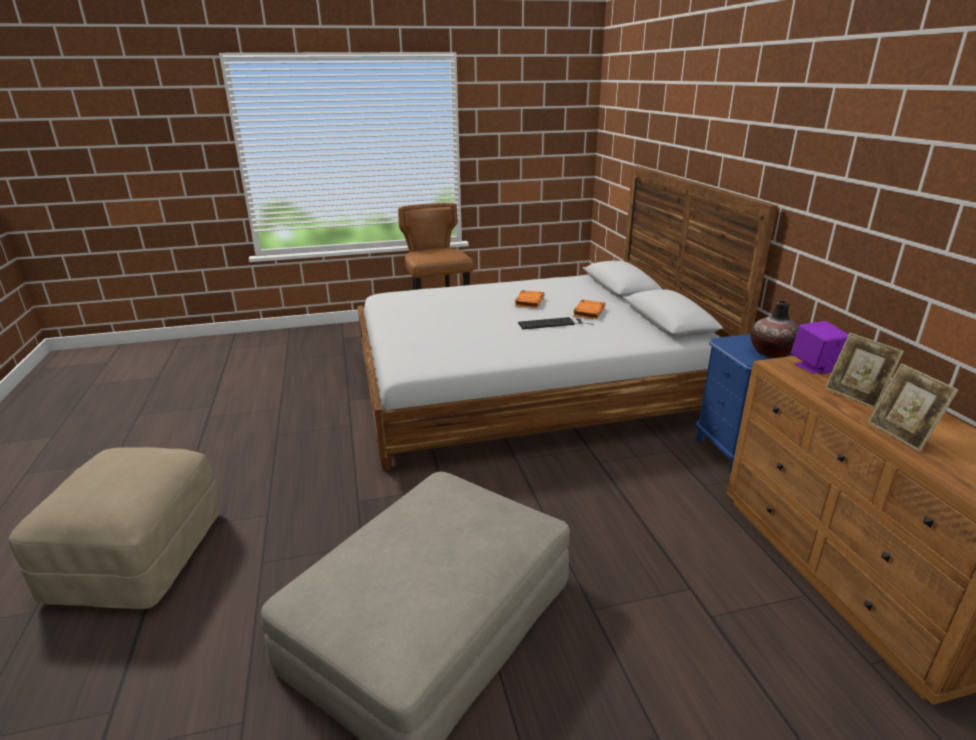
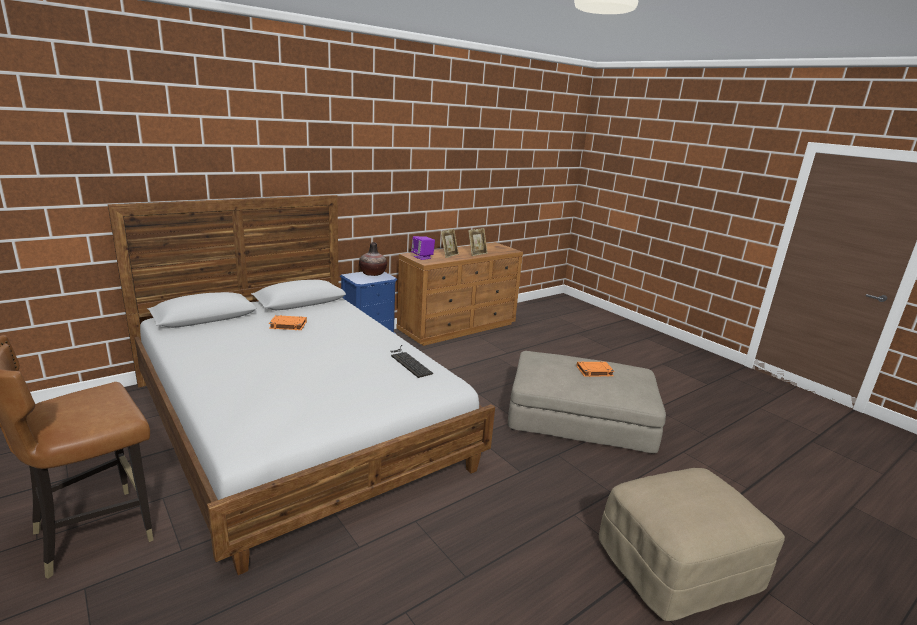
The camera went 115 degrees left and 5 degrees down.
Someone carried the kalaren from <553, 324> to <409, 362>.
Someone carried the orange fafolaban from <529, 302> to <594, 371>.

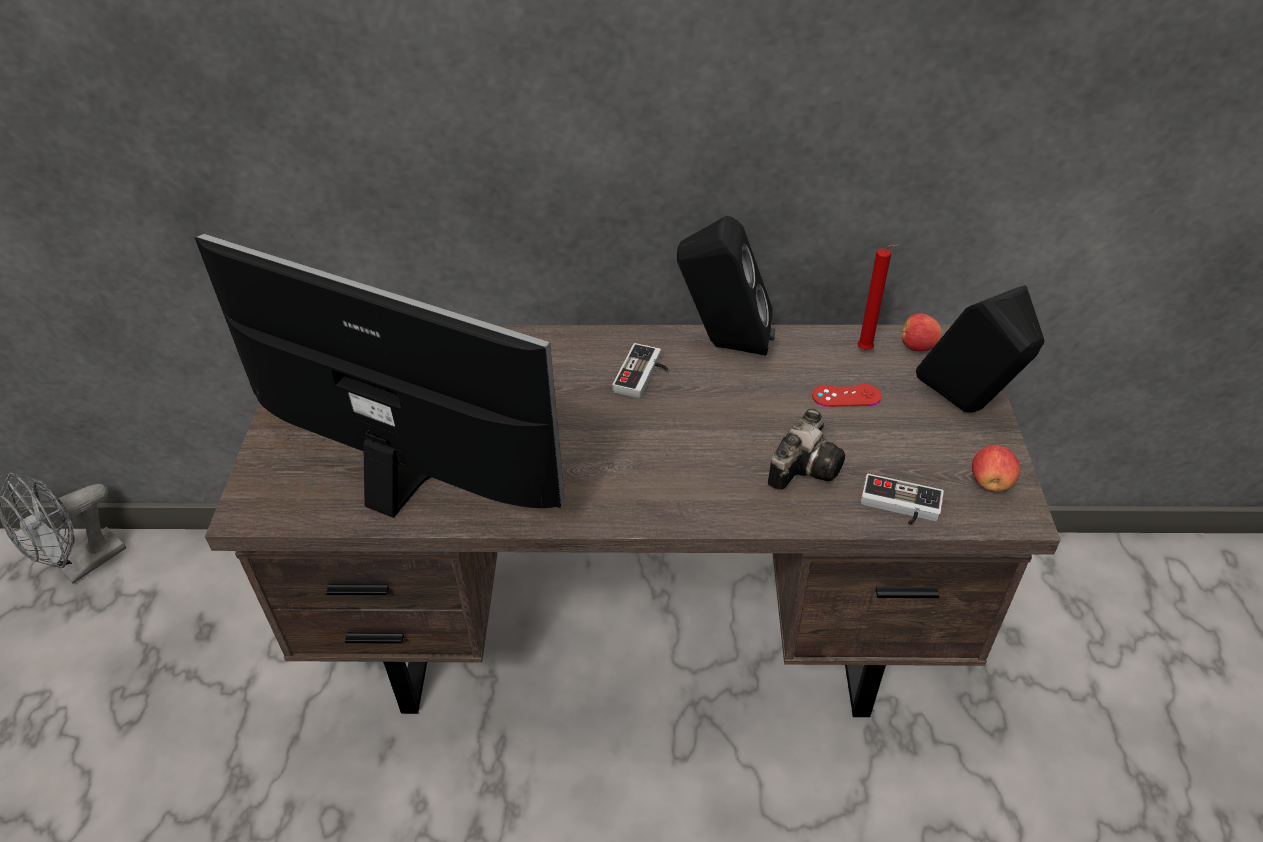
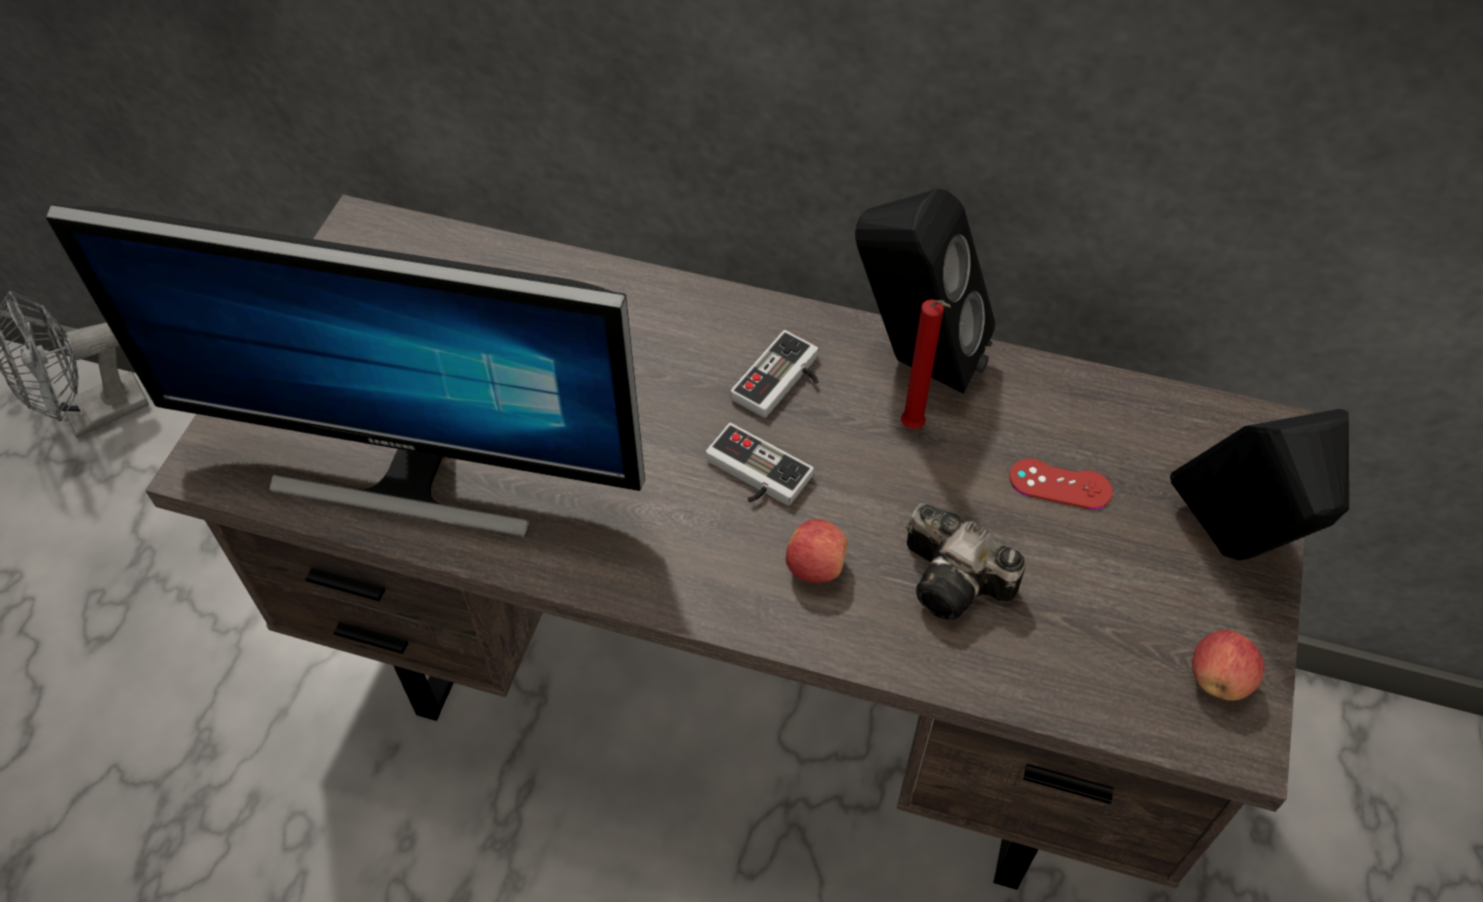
The camera went 15 degrees right and 10 degrees up.
Someone rotated the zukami at <405, 482> by 150 degrees clockwise.
Someone carried the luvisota from <899, 507> to <753, 475>.
Someone carried the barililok from <917, 346> to <814, 566>.
Someone carried the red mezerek from <867, 351> to <914, 428>.
Someone rotated the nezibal at <805, 465> by 75 degrees clockwise.

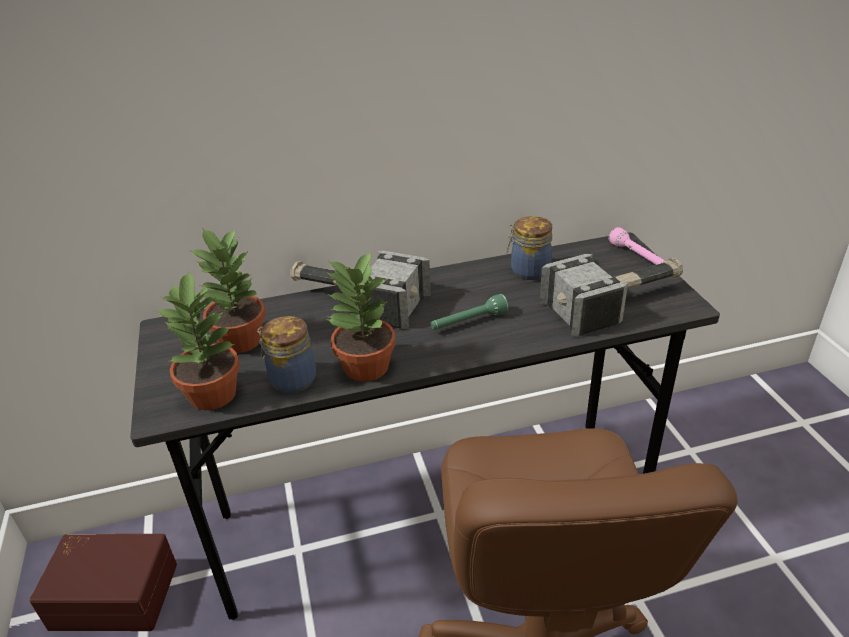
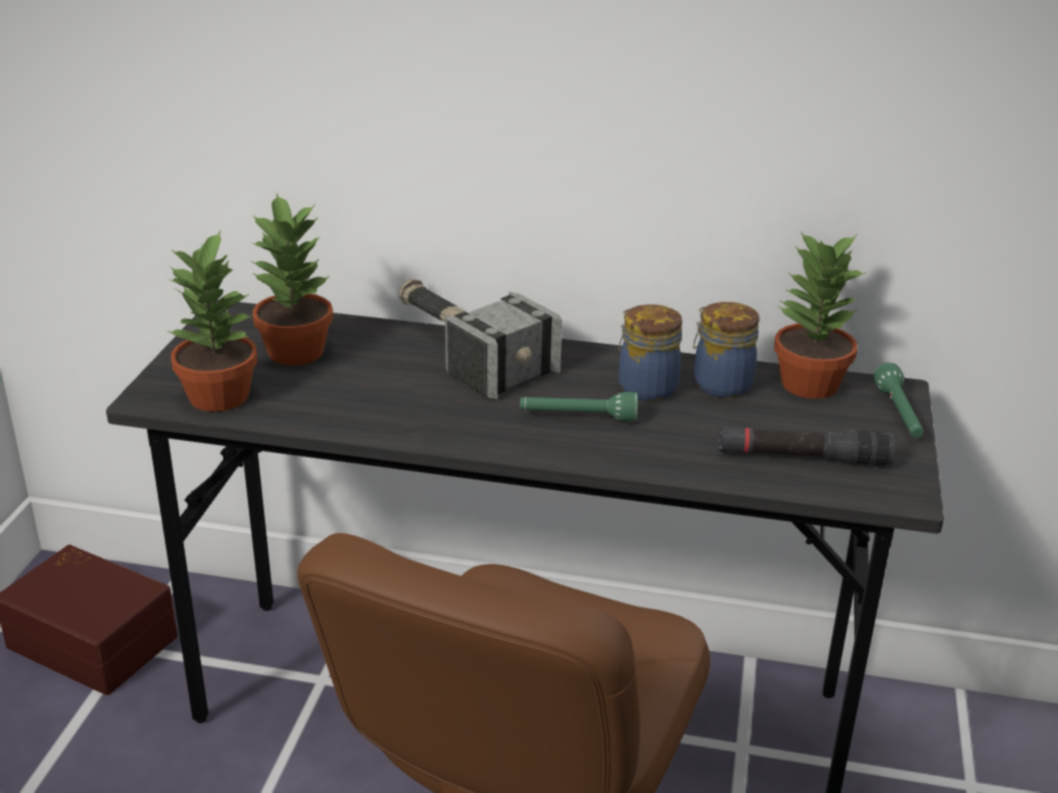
The camera went 25 degrees right and 5 degrees down.
Someone carried the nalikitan from <291, 379> to <645, 387>.
Someone swapped the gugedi at <616, 302> for the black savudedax at <802, 458>.
Someone carried the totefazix from <365, 367> to <807, 384>.
Someone repainted the pink savudedax at <638, 257>, which became the green savudedax at <899, 415>.

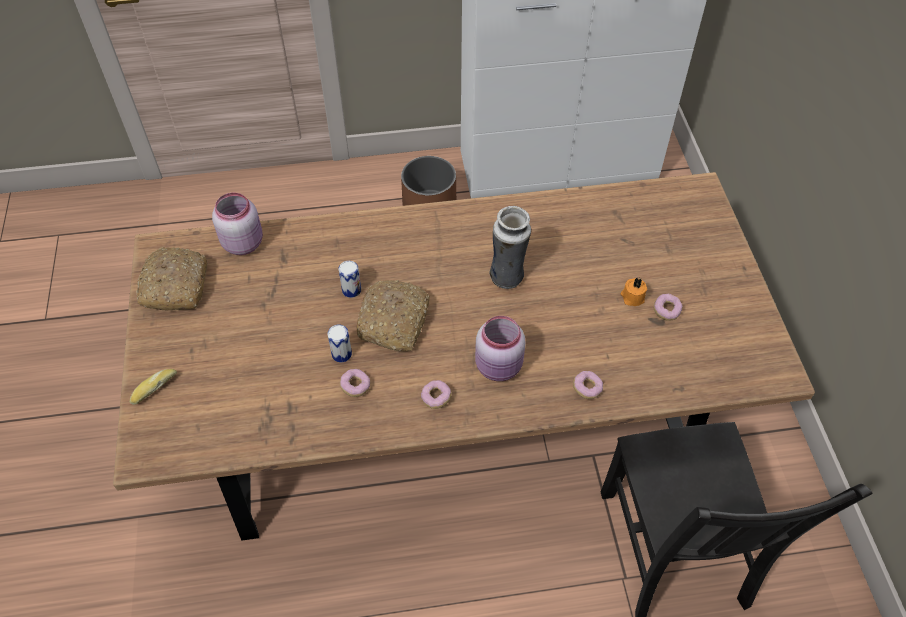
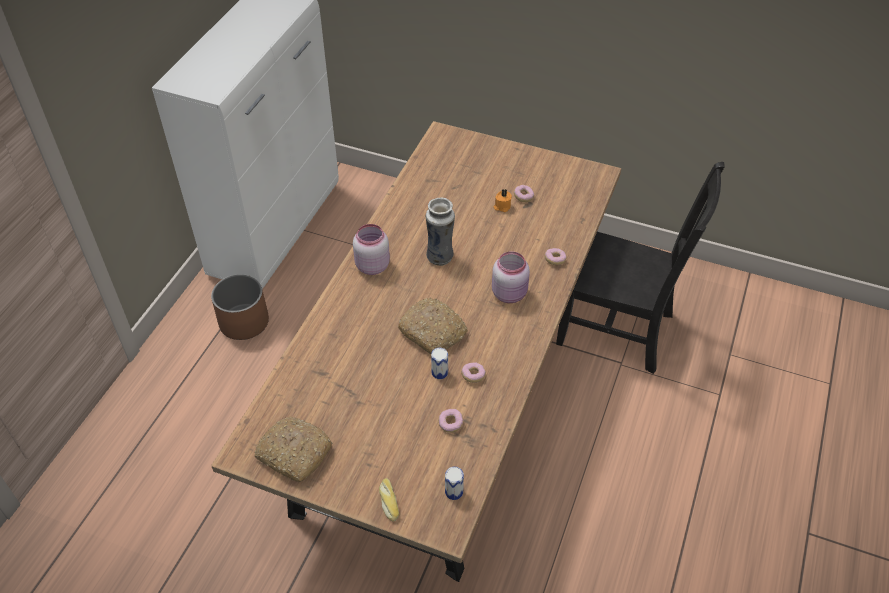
The camera went 60 degrees left and 5 degrees down.
Someone carried the pink nalikitan from <243, 242> to <371, 265>.
Someone carried the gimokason from <436, 398> to <450, 423>.
Someone carried the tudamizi from <351, 290> to <454, 492>.

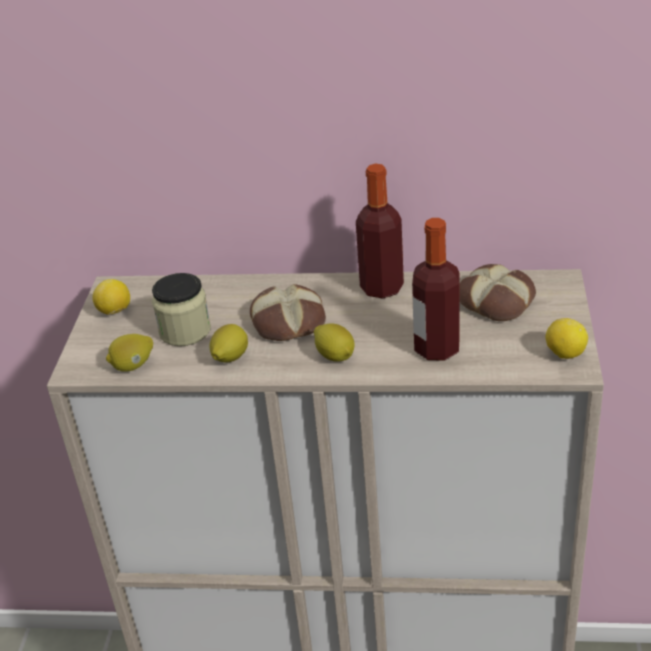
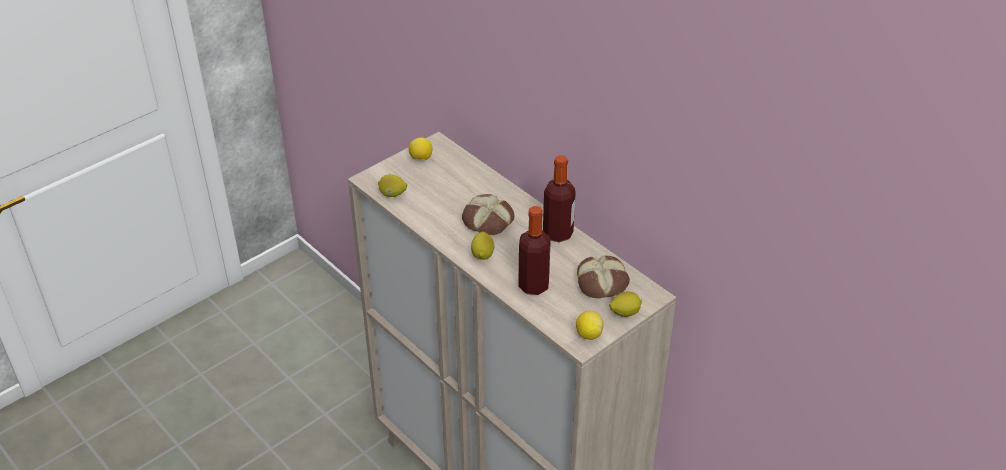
The camera went 40 degrees right and 5 degrees up.
Someone carried the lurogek from <230, 358> to <624, 313>.
Someone took away the nalikitan at <185, 331>.

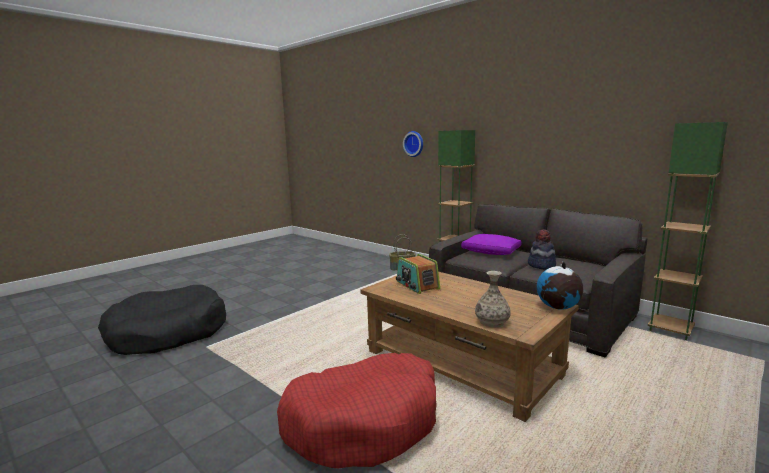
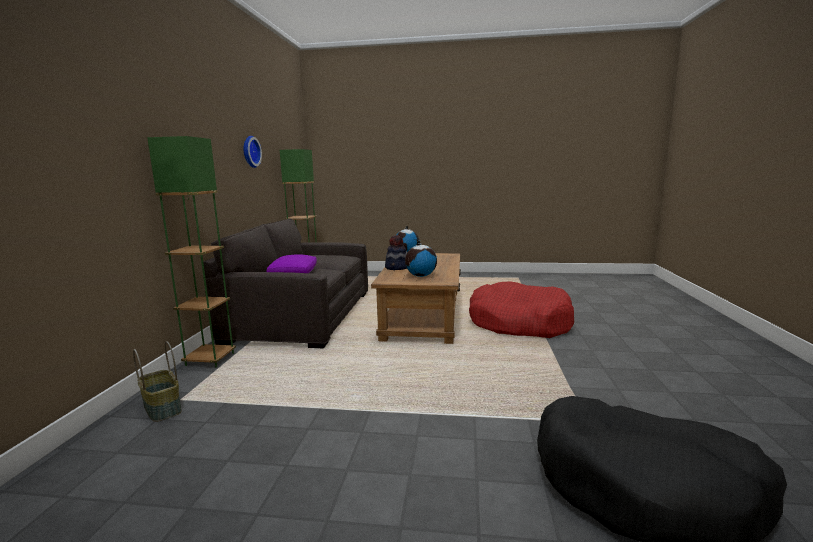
The camera went 125 degrees left and 0 degrees up.
Someone carried the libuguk from <414, 144> to <250, 151>.
Someone carried the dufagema from <541, 265> to <397, 268>.
Someone swapped the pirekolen at <417, 285> for the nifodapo at <420, 276>.
Someone took away the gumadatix at <491, 322>.

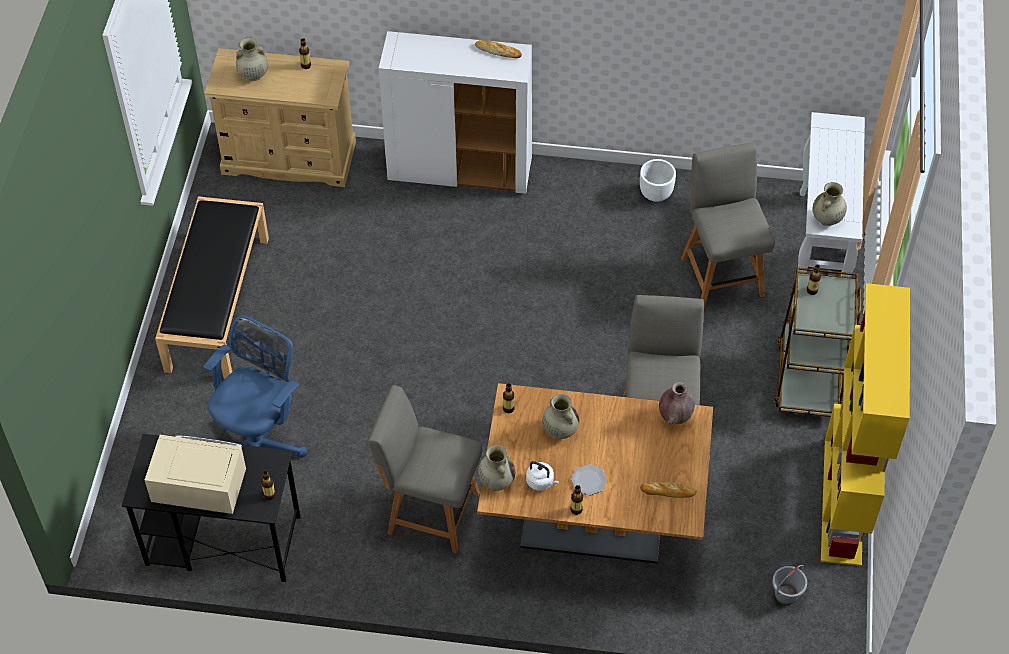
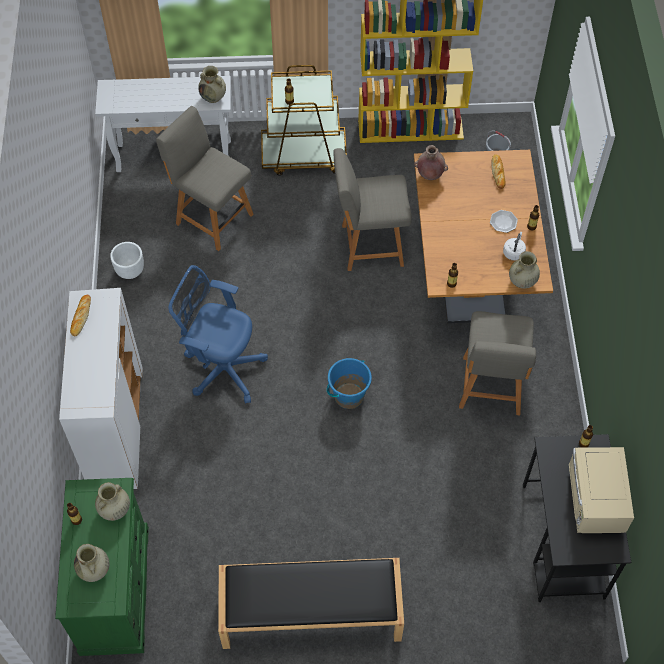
The camera went 100 degrees left and 5 degrees up.
Someone repainted the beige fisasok at <289, 158>, which became the green fisasok at <115, 589>.
Someone carried the beige gumadatix from <559, 430> to <114, 510>.
Someone rotated the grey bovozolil at <721, 274> by 60 degrees clockwise.
Someone carried the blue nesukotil from <260, 444> to <221, 367>.
Someone put down the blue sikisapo at <348, 396>.

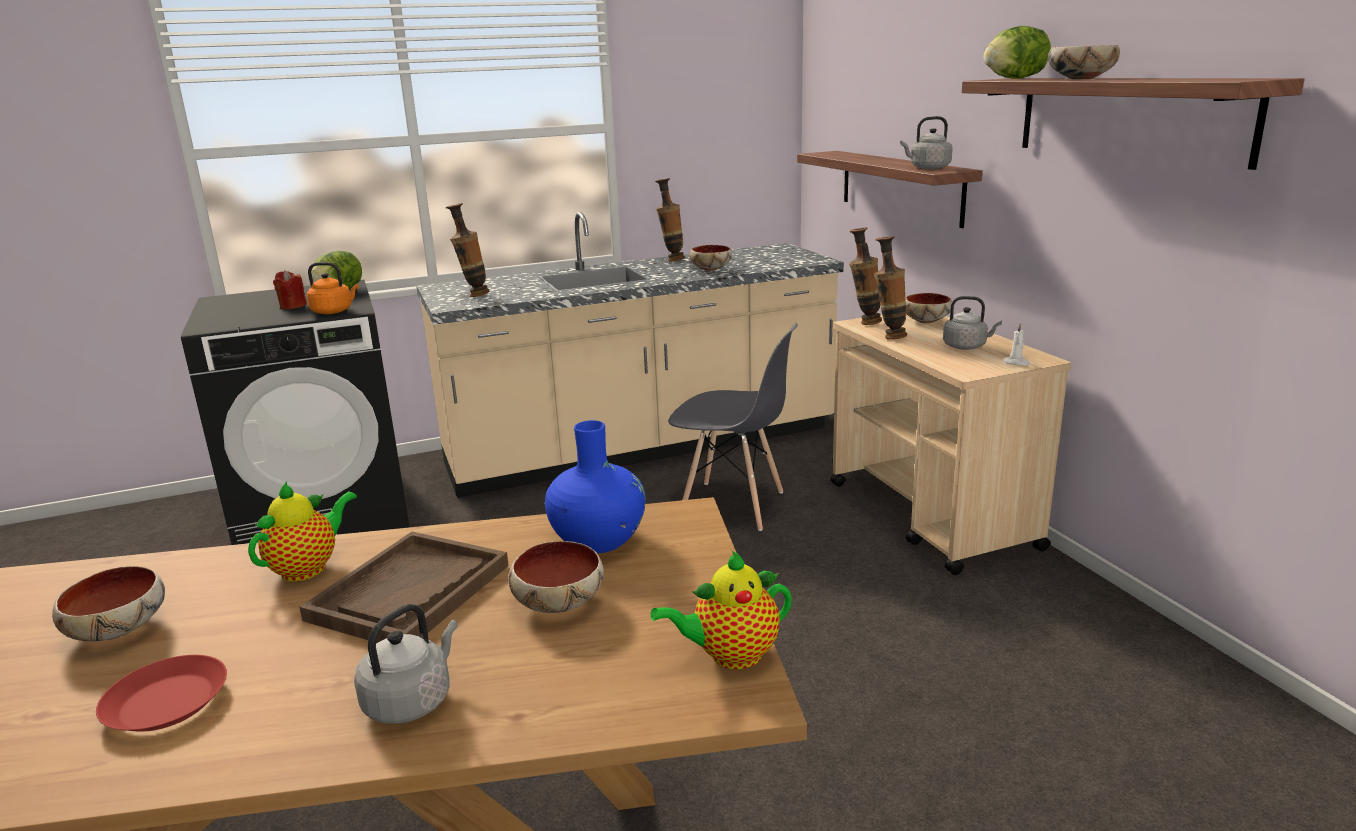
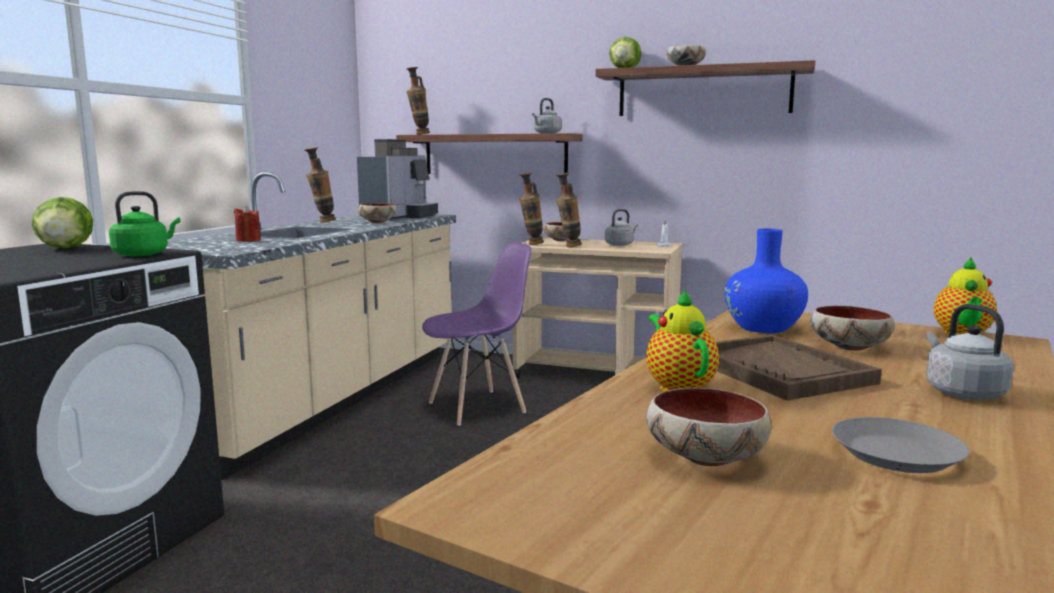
The camera went 50 degrees left and 10 degrees down.
Someone repainted the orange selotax at <334, 311>, which became the green selotax at <144, 254>.
Someone carried the red mezerek from <293, 306> to <248, 240>.
Someone put down the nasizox at <399, 216>.
Someone carried the gumadatix from <473, 295> to <418, 134>.
Someone repainted the grey bovozolil at <733, 506>, which became the purple bovozolil at <477, 407>.
Someone repainted the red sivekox at <168, 702>, which became the grey sivekox at <895, 454>.

